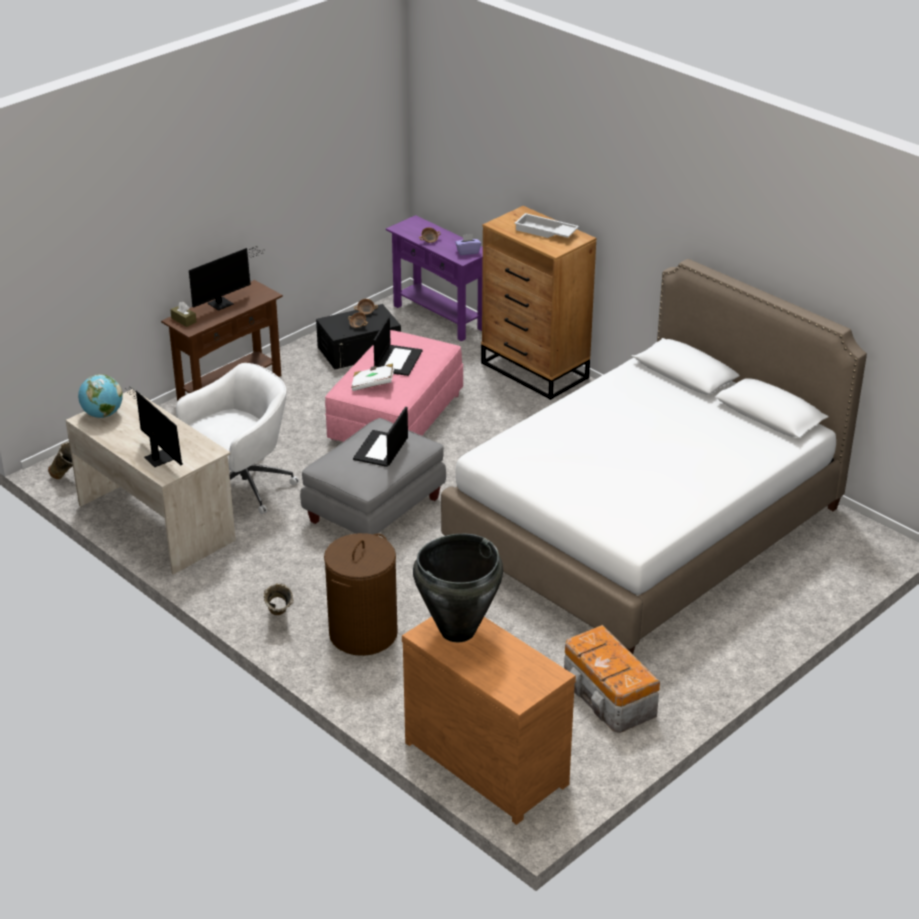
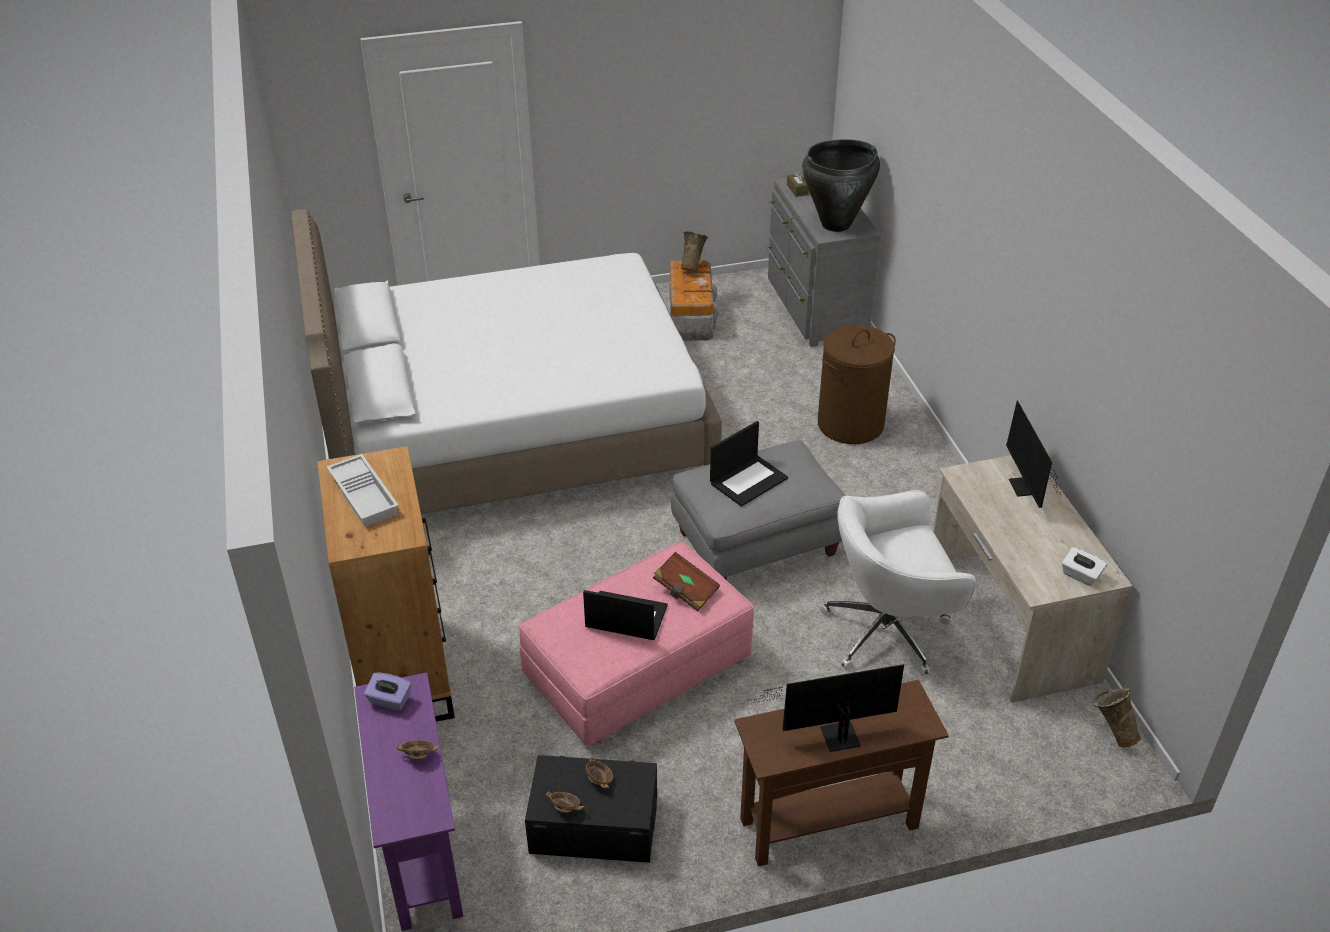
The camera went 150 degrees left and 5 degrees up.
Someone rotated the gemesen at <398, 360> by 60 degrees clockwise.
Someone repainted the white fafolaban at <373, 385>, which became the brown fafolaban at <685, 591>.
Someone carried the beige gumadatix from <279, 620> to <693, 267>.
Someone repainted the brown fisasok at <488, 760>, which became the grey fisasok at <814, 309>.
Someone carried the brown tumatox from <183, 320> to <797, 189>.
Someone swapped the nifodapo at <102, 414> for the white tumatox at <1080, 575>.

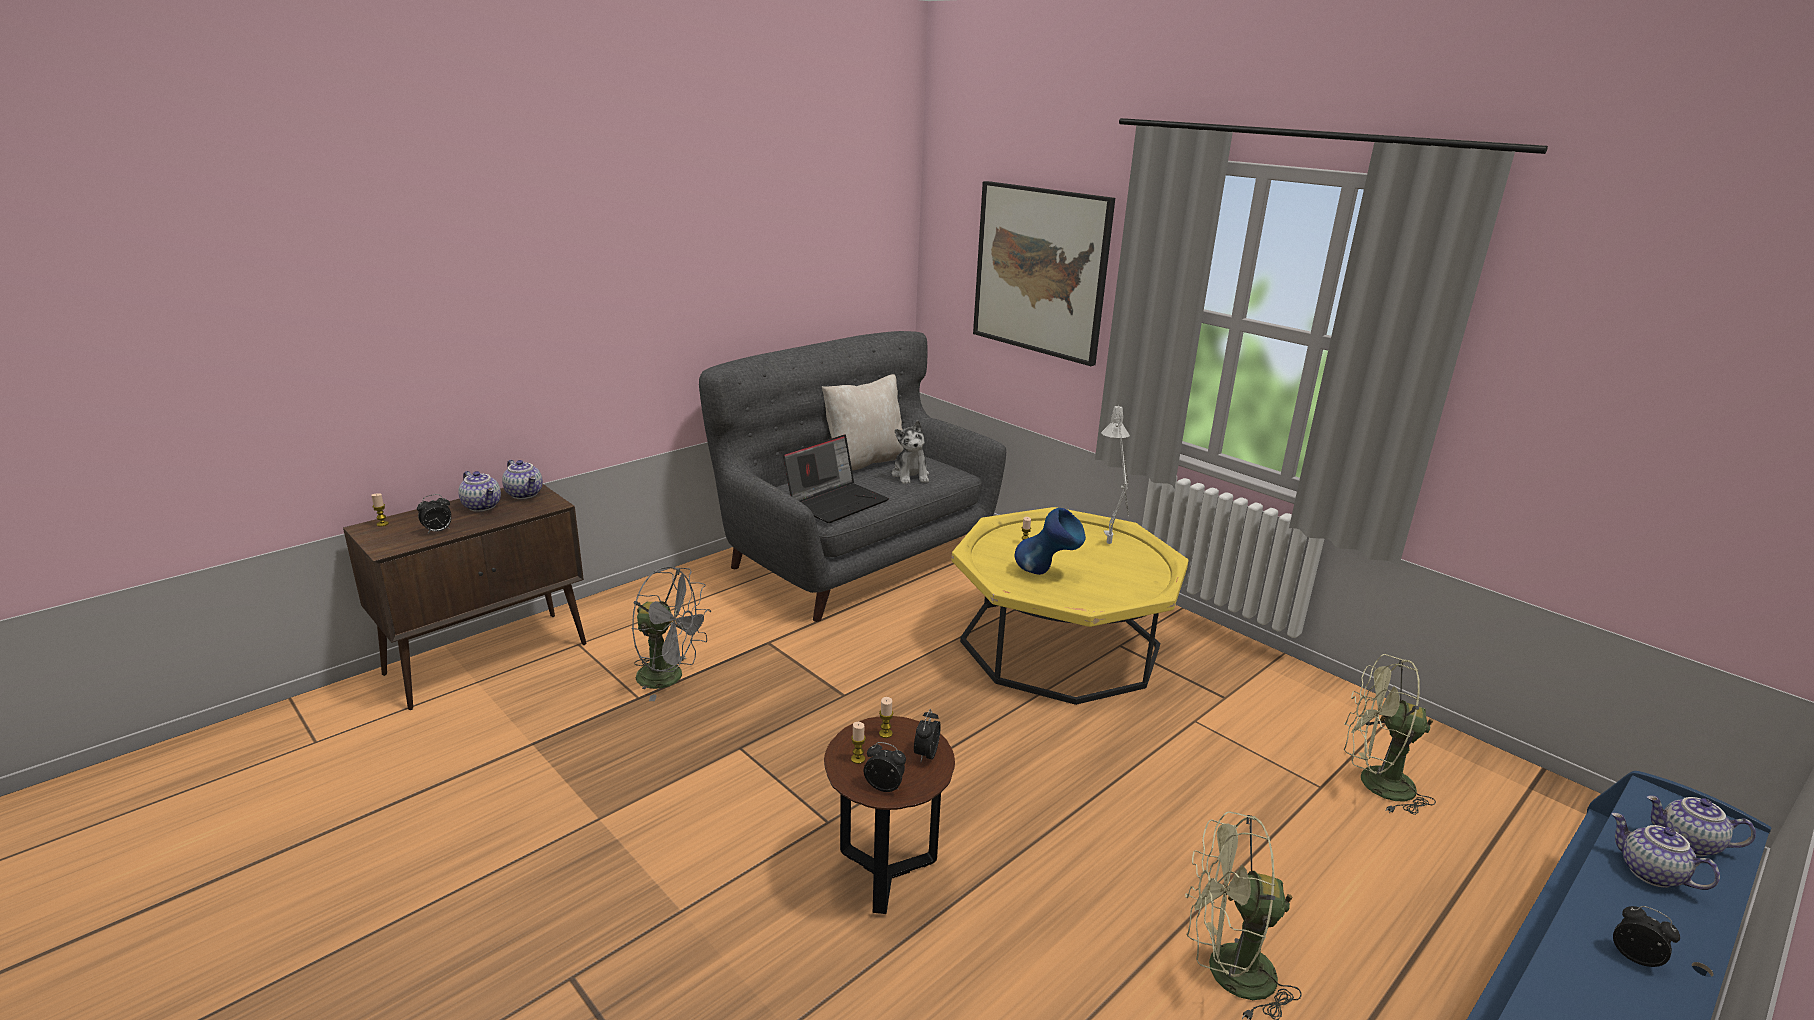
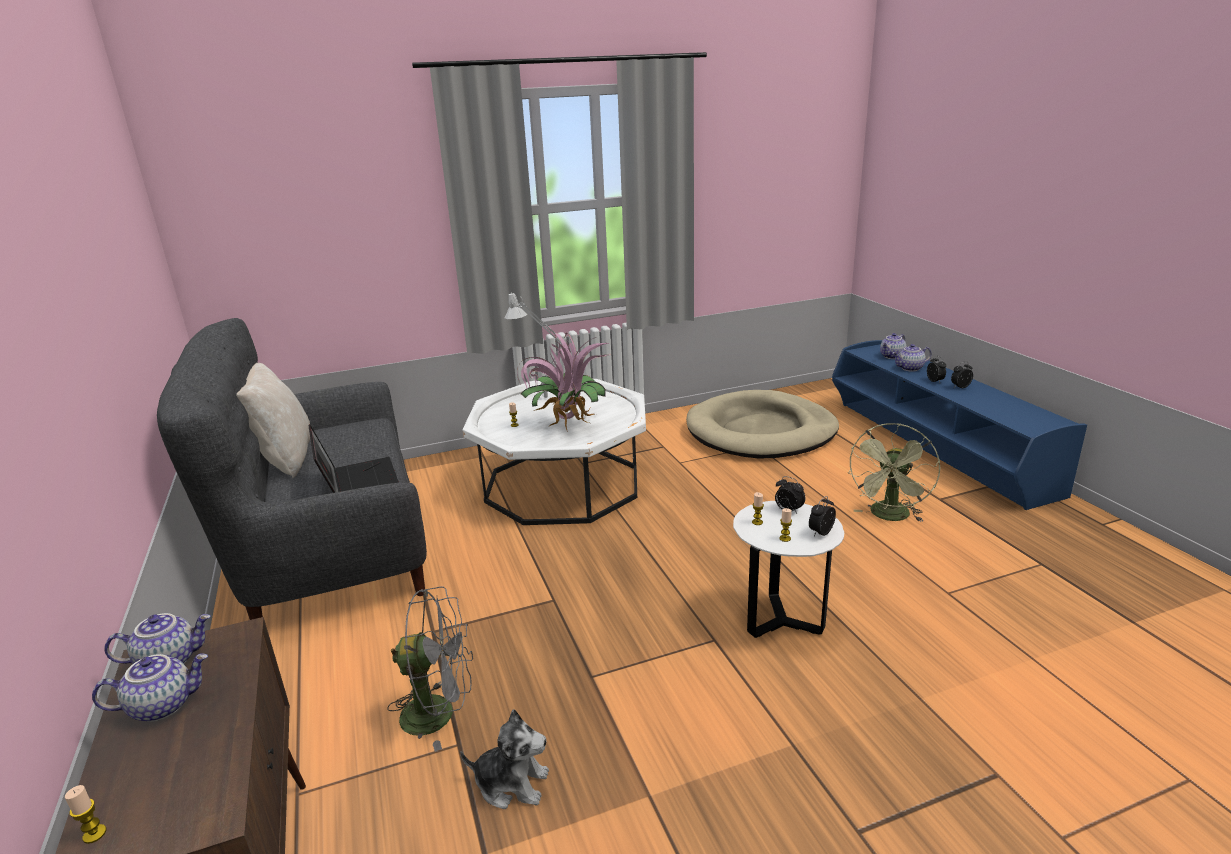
The camera went 65 degrees left and 0 degrees up.
Someone rotated the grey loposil at <670, 678> by 45 degrees clockwise.
Someone carried the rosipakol from <910, 475> to <512, 784>.
Someone repainted the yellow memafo at <1060, 644>, which became the white memafo at <563, 484>.
Someone swapped the blue gumadatix at <1047, 574> for the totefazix at <567, 427>.
Someone swapped the green loposil at <1374, 784> for the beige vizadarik at <761, 431>.
Someone repainted the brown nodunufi at <885, 875>, which became the white nodunufi at <782, 622>.
Someone carried the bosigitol from <438, 531> to <935, 381>.
Someone took away the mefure at <1040, 271>.

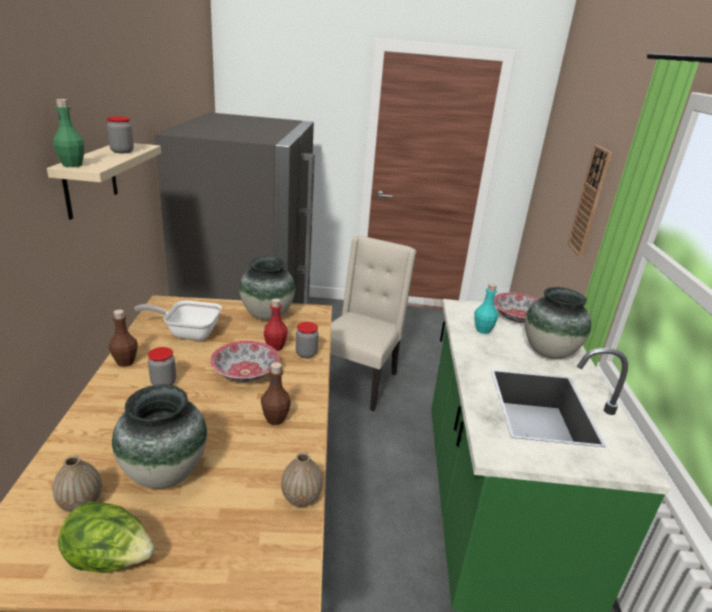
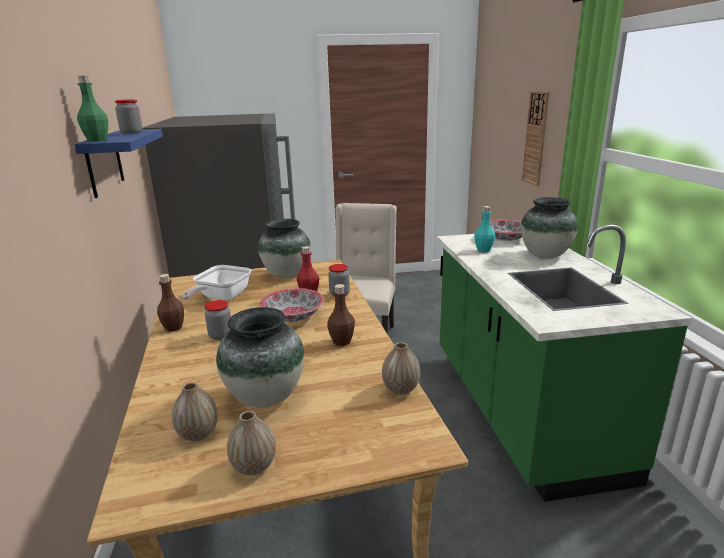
The camera went 10 degrees left and 5 degrees down.
Someone repainted the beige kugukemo at <90, 179>, which became the blue kugukemo at <104, 162>.
Someone rotated the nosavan at <188, 333> by 60 degrees counterclockwise.
Someone swapped the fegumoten at <110, 559> for the gumadatix at <254, 466>.

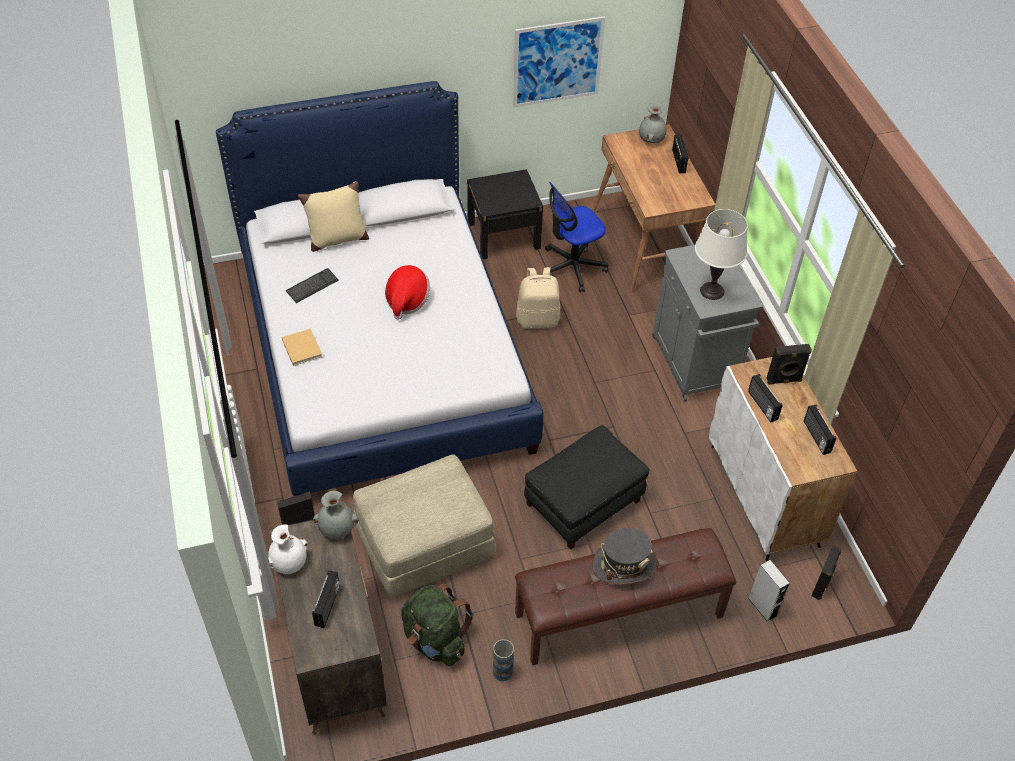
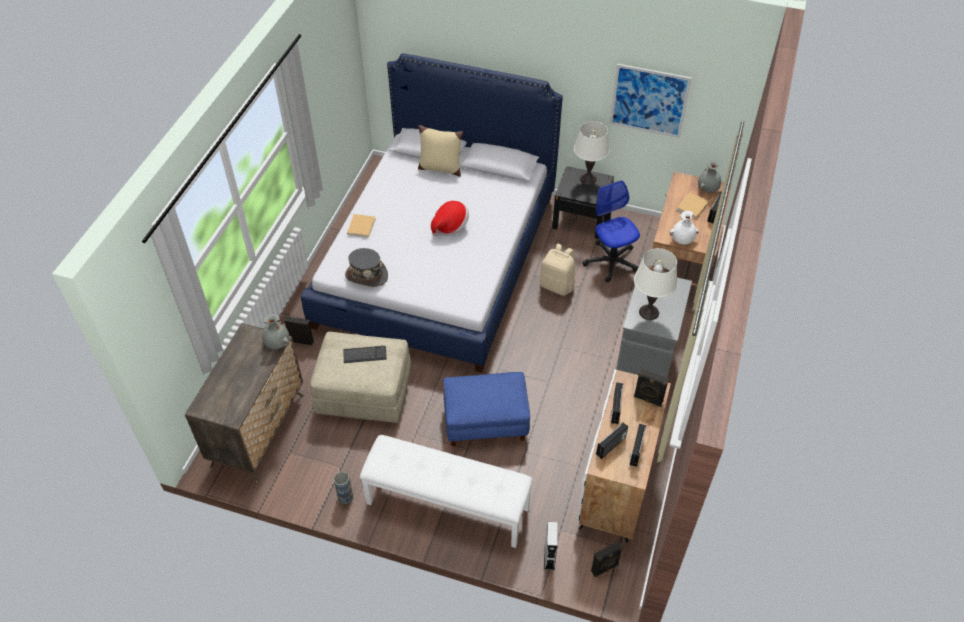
The camera went 35 degrees right and 0 degrees up.
Someone carried the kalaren from <312, 286> to <365, 355>.
Someone carried the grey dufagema from <624, 565> to <366, 275>.
Someone repainted the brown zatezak at <619, 616>, which became the white zatezak at <447, 506>.
Someone repainted the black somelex at <583, 503>, which became the blue somelex at <485, 421>.
Someone put down the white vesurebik at <588, 179>.
Someone rotated the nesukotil at <572, 267> by 60 degrees clockwise.
Someone carried the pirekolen from <328, 606> to <611, 446>.
Someone carried the white gumadatix from <289, 563> to <682, 240>.
Someone put down the beige fafolaban at <691, 207>.
Someone took away the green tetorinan at <435, 640>.

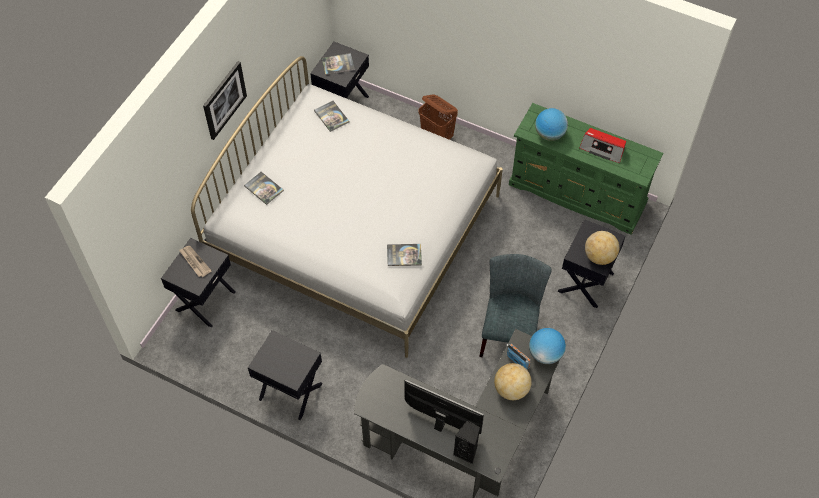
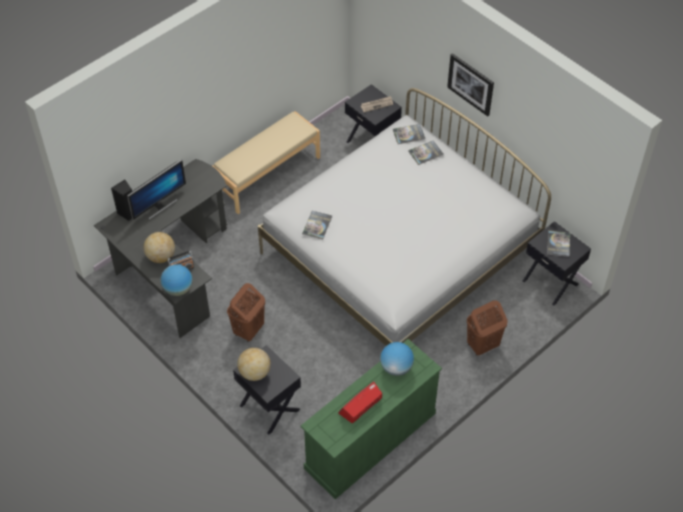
The camera went 110 degrees right and 5 degrees down.
Someone swapped the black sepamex at <290, 392> for the beige zatezak at <267, 175>.
Someone swapped the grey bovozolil at <509, 332> for the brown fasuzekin at <248, 330>.
Someone carried the fafolaban from <331, 116> to <408, 134>.

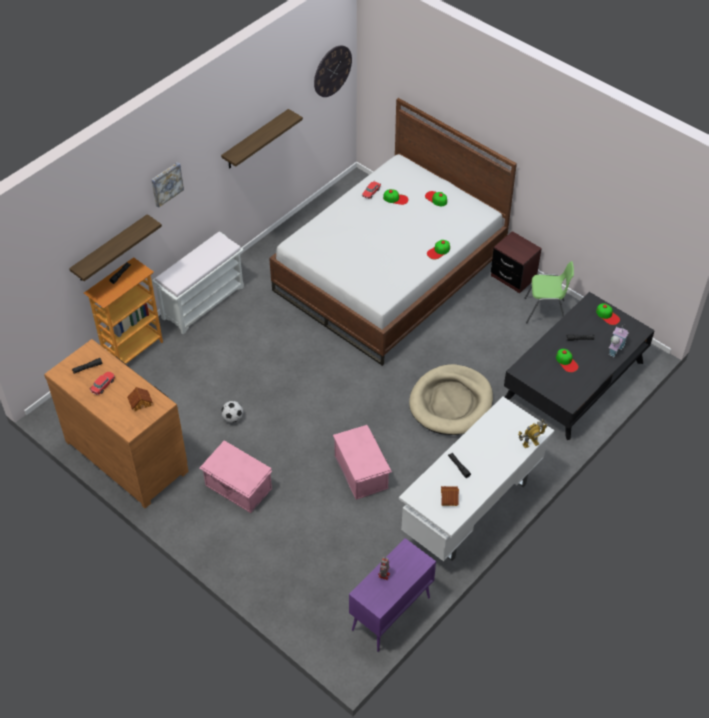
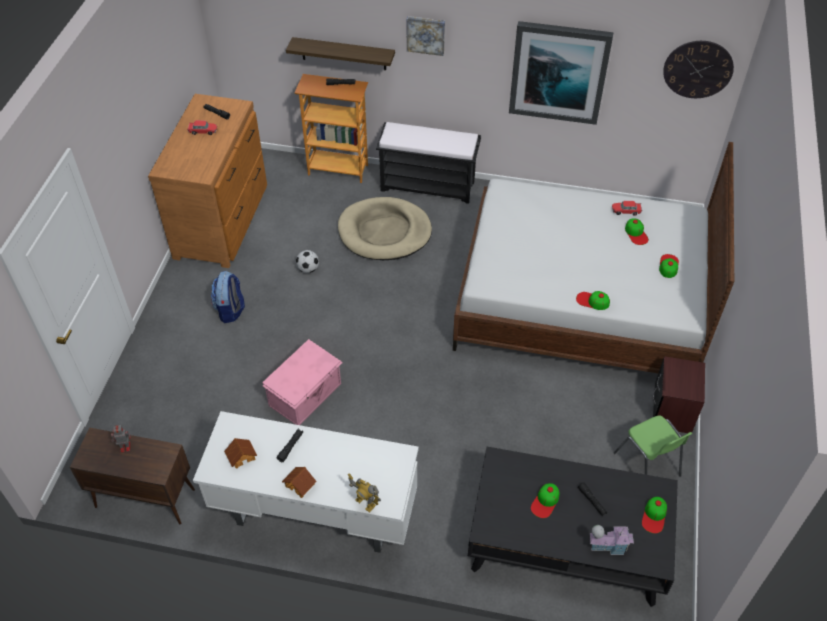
The camera went 60 degrees right and 0 degrees up.
Someone repainted the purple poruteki at <390, 614>, which became the brown poruteki at <144, 498>.
Someone swapped the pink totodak at <238, 488> for the tetorinan at <230, 310>.
Someone carried the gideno from <140, 402> to <300, 484>.
Someone carried the beige vizadarik from <451, 402> to <384, 232>.
Someone repainted the white zatezak at <203, 302>, which became the black zatezak at <428, 186>.
Someone swapped the kugukemo at <256, 140> for the mefure at <559, 72>.

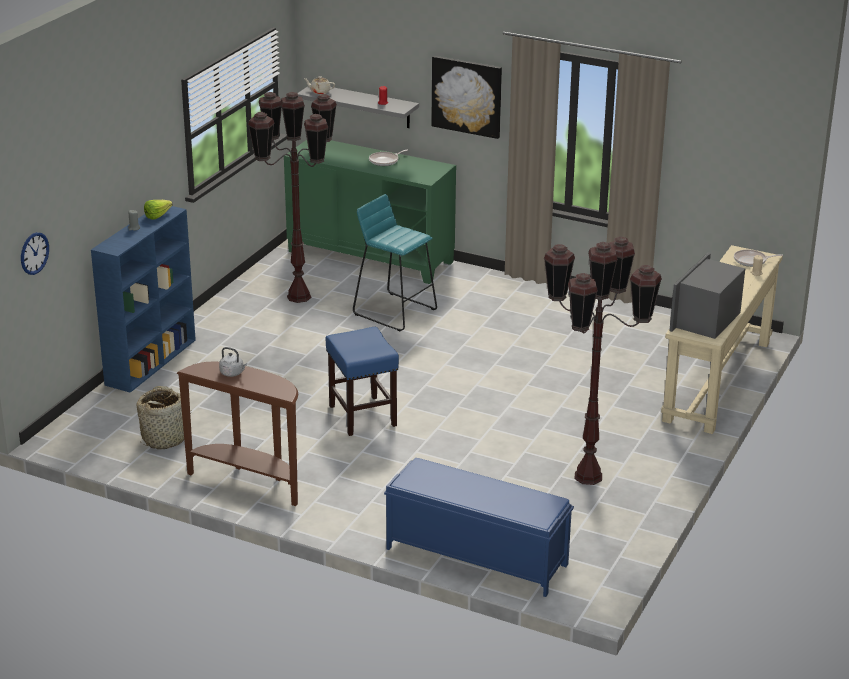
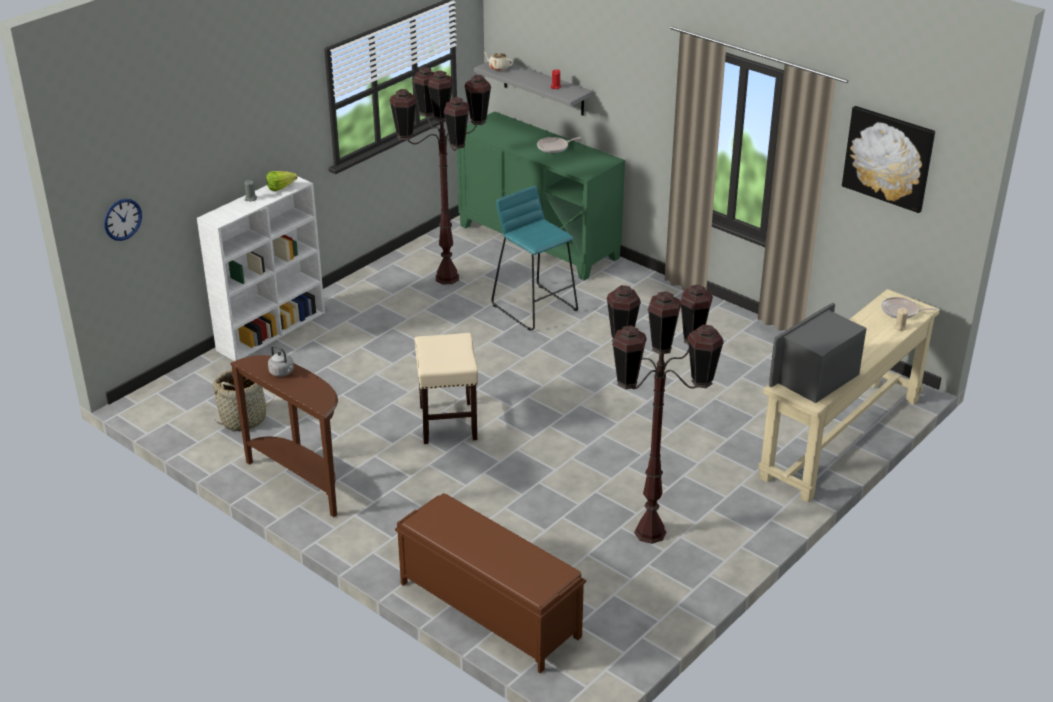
The camera went 15 degrees right and 5 degrees up.
Someone repainted the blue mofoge at <151, 361>, which became the white mofoge at <272, 330>.
Someone repainted the blue zatezak at <475, 556>, which became the brown zatezak at <488, 609>.
Someone repainted the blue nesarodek at <362, 415>, which became the beige nesarodek at <447, 422>.
Someone carried the mefure from <467, 96> to <888, 158>.

